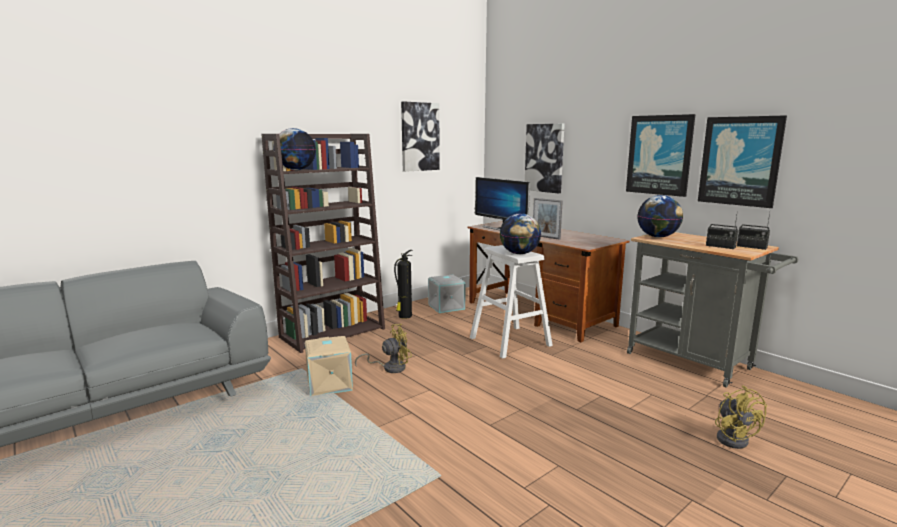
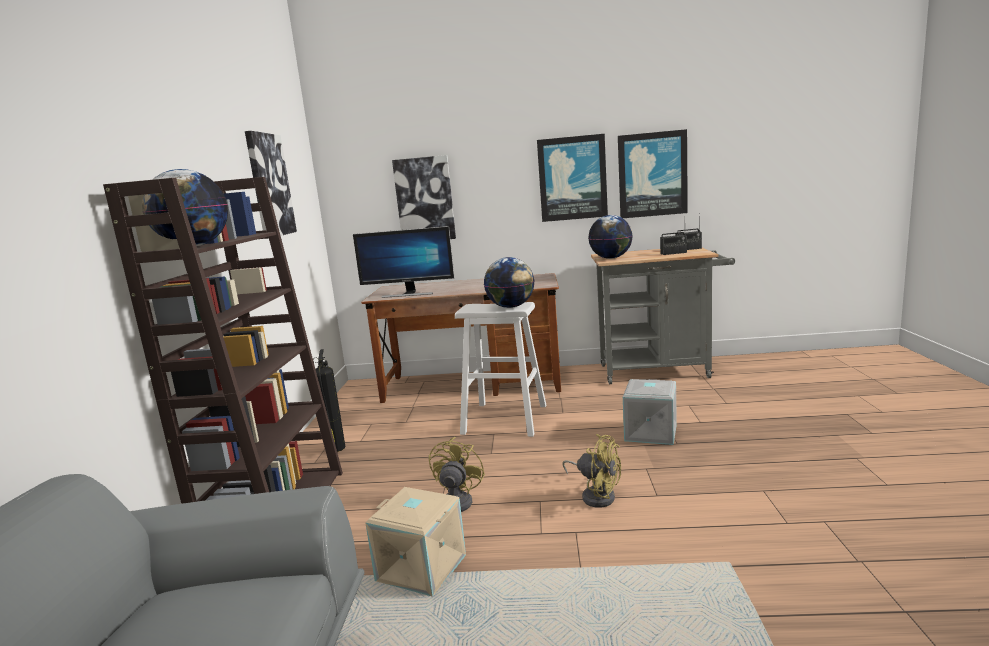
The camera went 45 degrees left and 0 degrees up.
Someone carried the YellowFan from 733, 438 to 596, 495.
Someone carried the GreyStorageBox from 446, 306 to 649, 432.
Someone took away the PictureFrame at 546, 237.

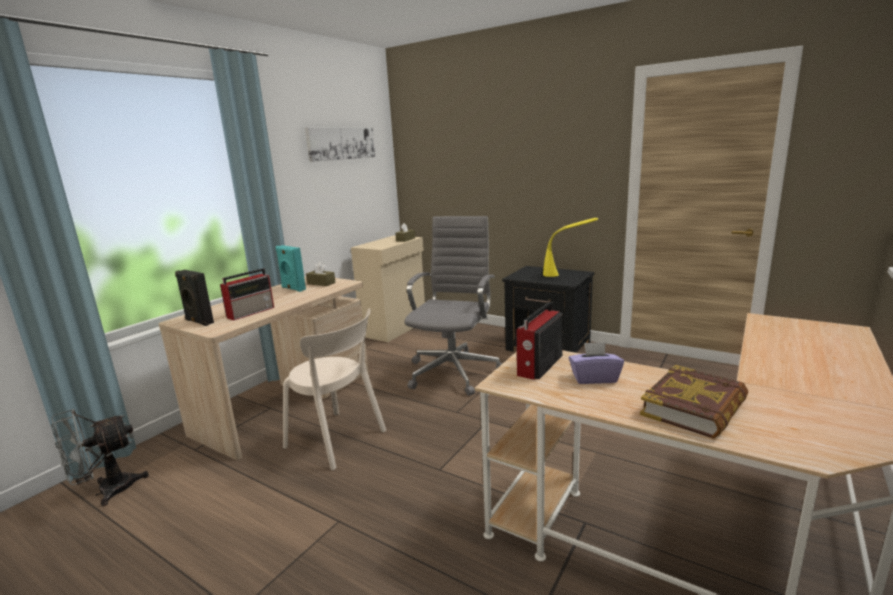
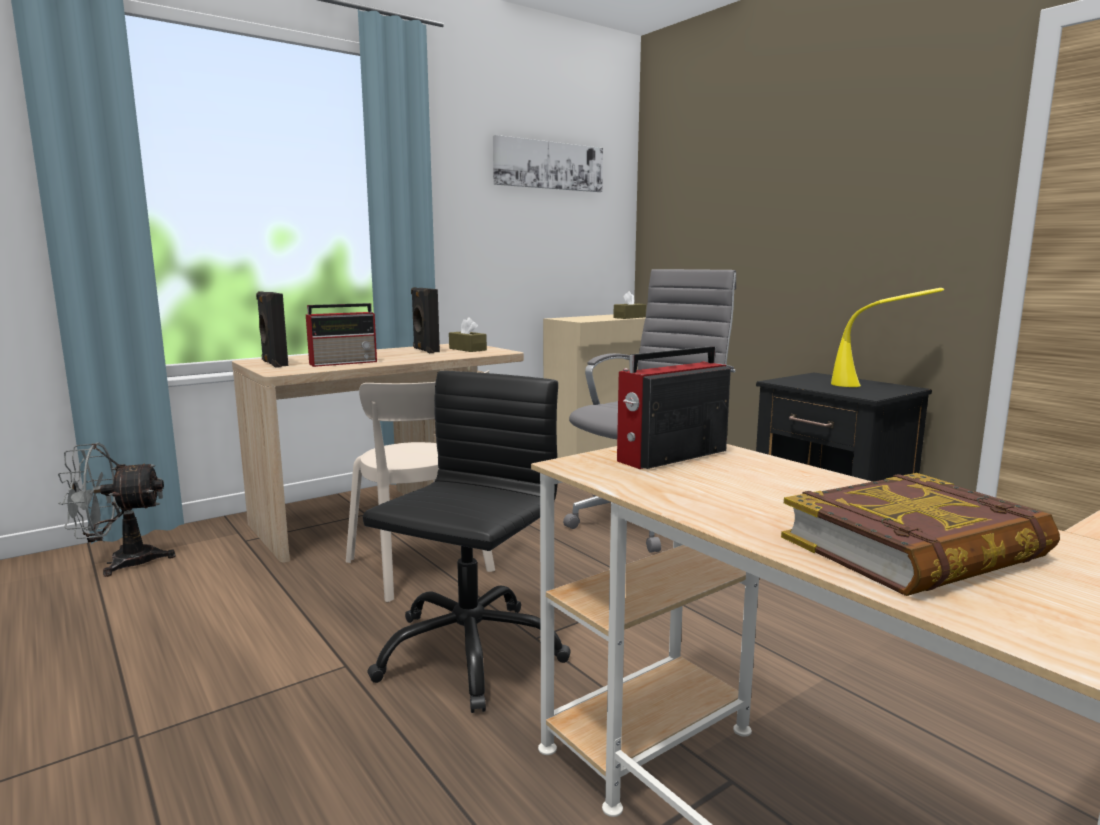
The camera went 20 degrees right and 5 degrees down.
Someone put down the BlackOfficeChair at 469, 652.
Someone repainted the TurquoiseSpeaker at 293, 289, which became the BlackSpeaker at 425, 350.
Someone took away the PurpleTissueBox at 594, 378.

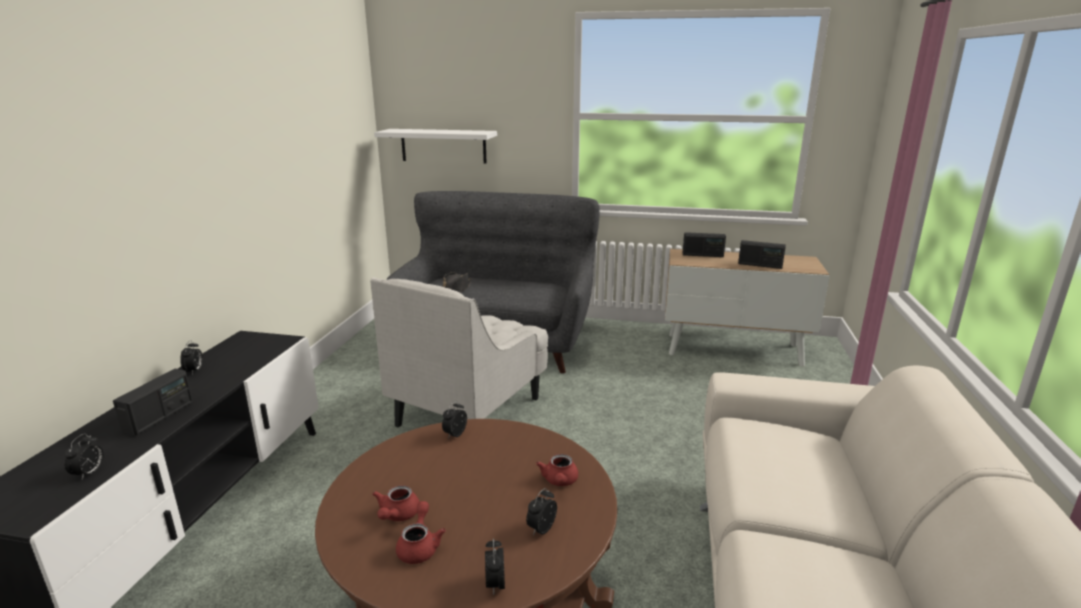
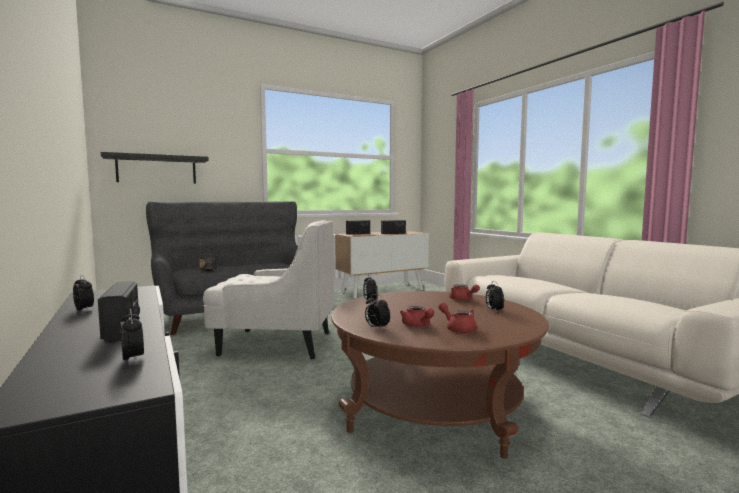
The camera went 40 degrees left and 15 degrees down.
Someone repainted the WhiteShelf at 443, 146, which became the BlackShelf at 157, 170.
Someone rotated the WhiteArmchair at 470, 411 by 75 degrees counterclockwise.
Someone carried the AlarmClock from 495, 584 to 376, 328.

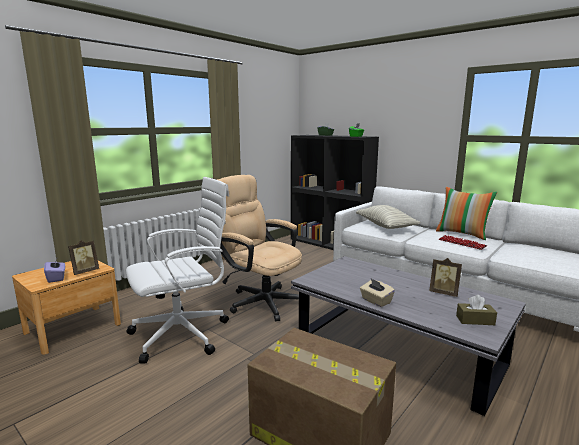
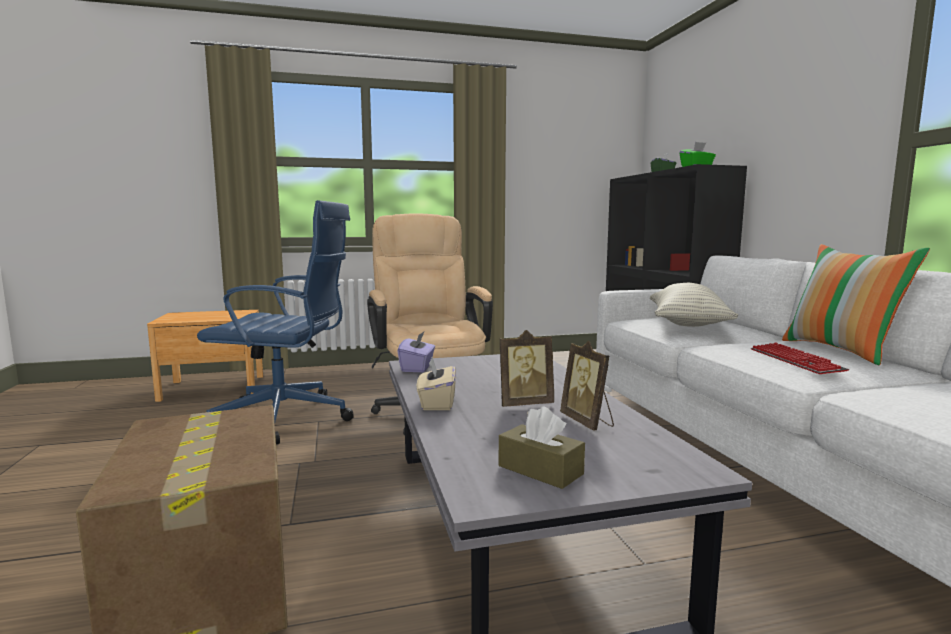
The camera went 35 degrees right and 5 degrees down.
Someone repainted the WhiteOfficeChair at 183, 334, which became the BlueOfficeChair at 286, 419.
Someone carried the PurpleTissueBox from 56, 278 to 417, 367.
Someone carried the PictureFrame from 85, 271 to 524, 404.

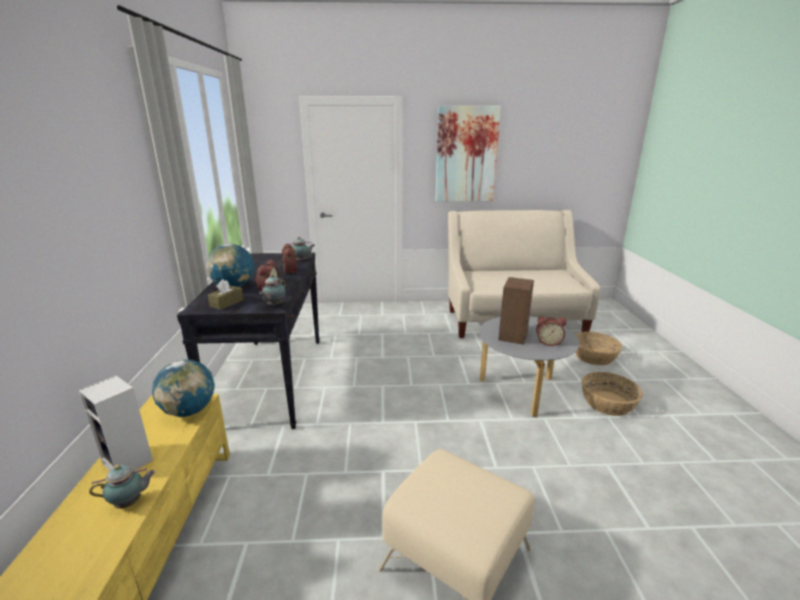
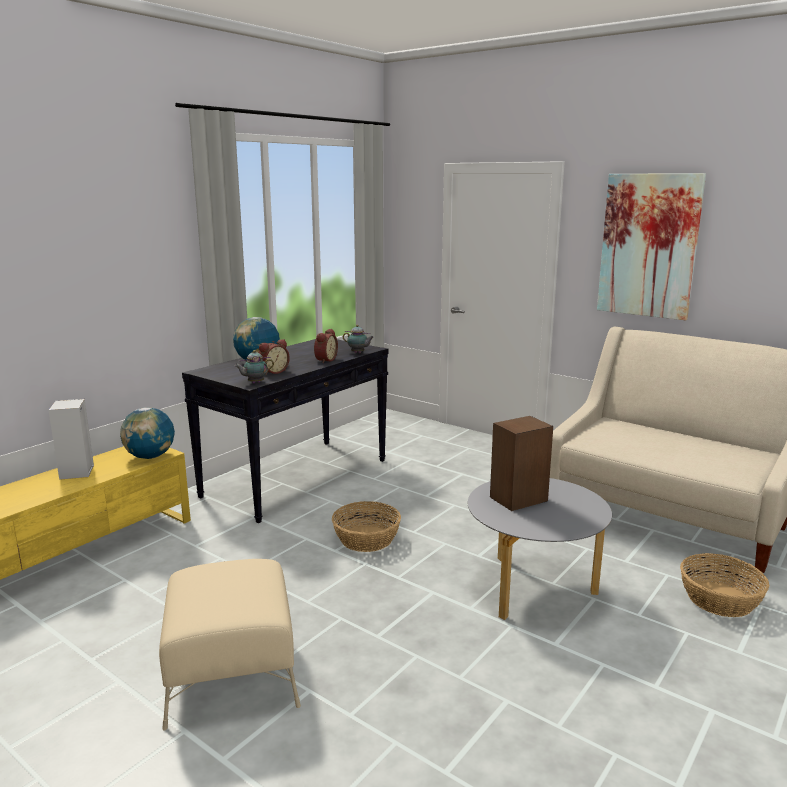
The camera went 40 degrees right and 5 degrees down.
Someone carried the Basket from 608, 403 to 366, 539.
Someone took away the Teapot at 130, 502.
Someone took away the BrownTissueBox at 227, 303.
Someone took away the AlarmClock at 548, 342.

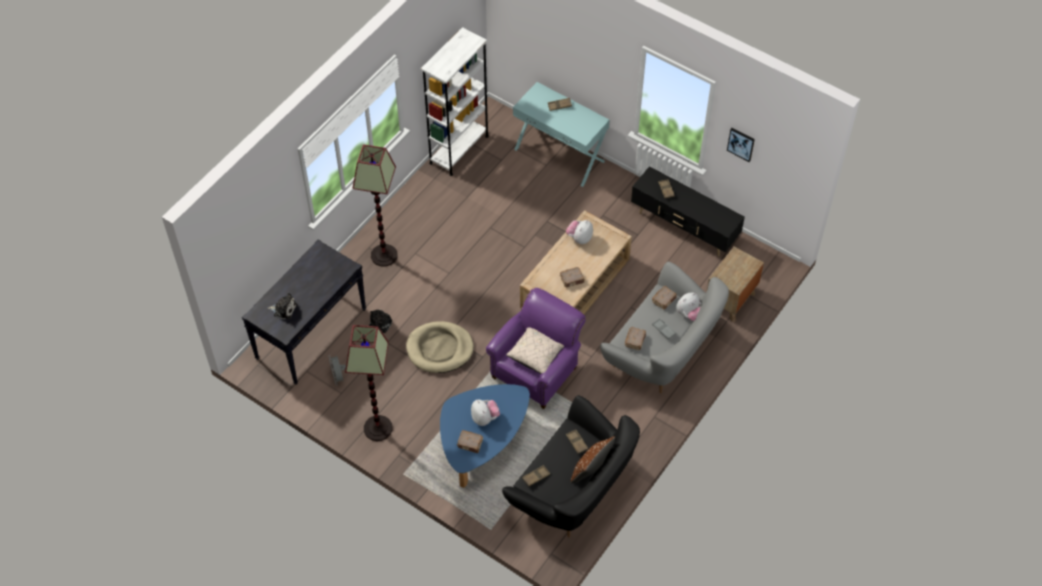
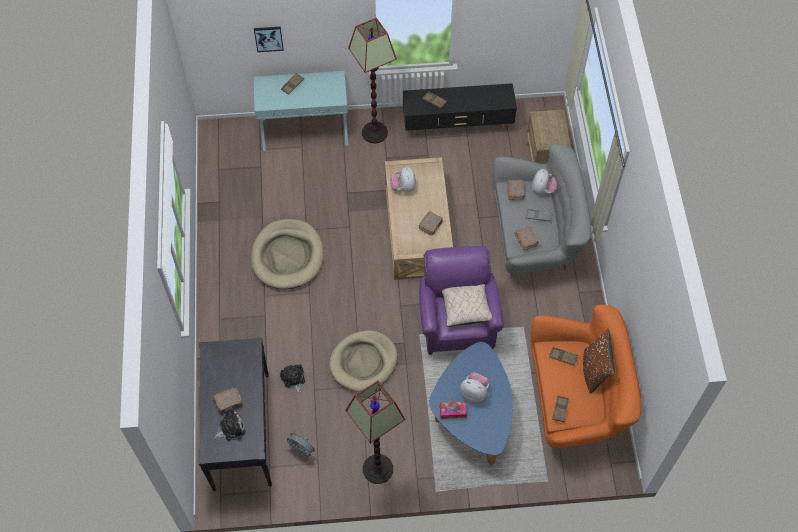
The camera went 40 degrees left and 5 degrees up.
Someone carried the BrownBook from 470, 444 to 229, 402.
Someone put down the BeigeDogBed at 287, 256.
Someone carried the Picture from 741, 144 to 268, 38.
Someone carried the FloorLamp from 384, 255 to 374, 132.
Someone put down the TissueBox at 453, 411.
Someone repainted the BlackSofa at 572, 490, which became the OrangeSofa at 577, 398.
Someone took away the WhiteBookcase at 459, 149.

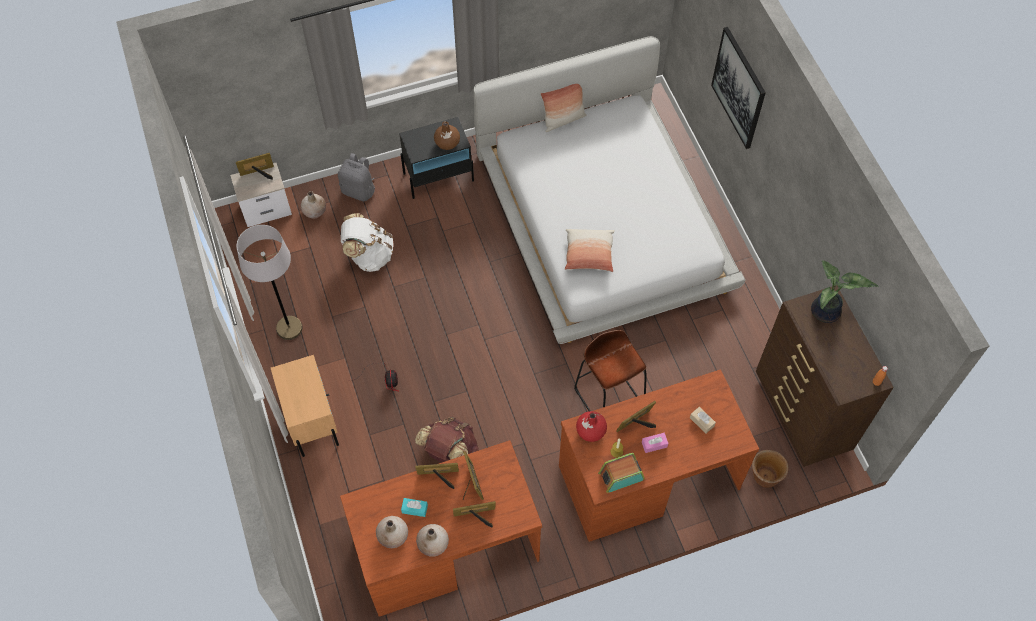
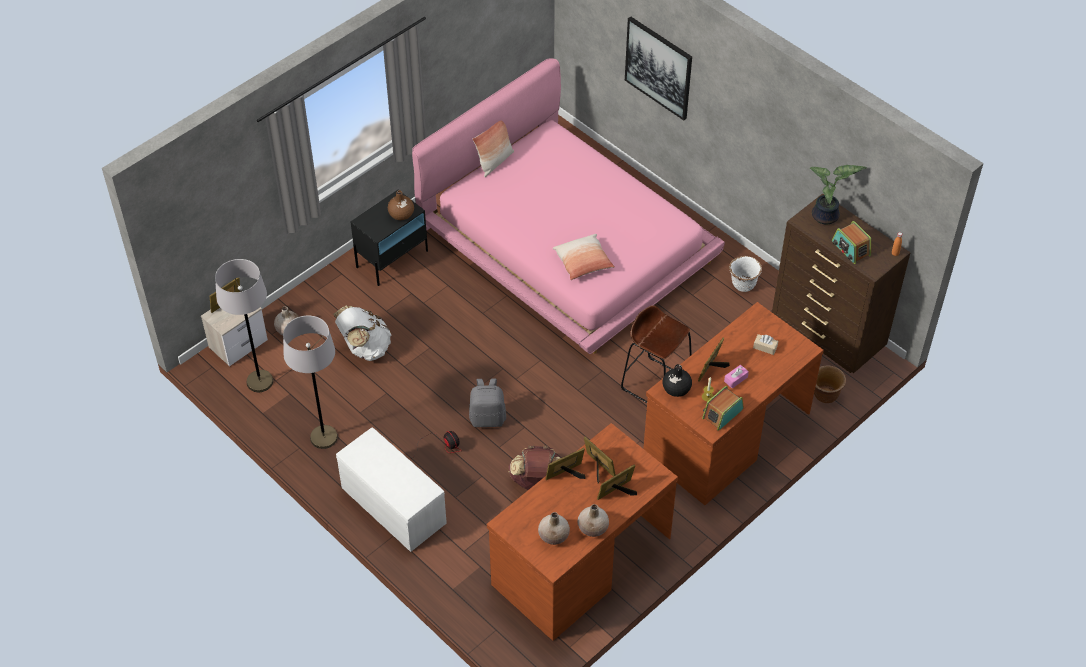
The camera went 25 degrees left and 10 degrees down.
Someone put down the GreyFloorLamp at 260, 382.
Someone swapped the BeigeNightstand at 311, 419 for the WhiteBench at 392, 505.
Someone repainted the WhiteBed at 602, 219, which became the PinkBed at 566, 241.
Someone carried the GreyBackpack from 359, 190 to 488, 418.
Someone repainted the RedVase at 590, 431, which became the BlackVase at 676, 389.
Someone put down the WhitePlanter at 743, 285.
Someone put down the Radio at 850, 249.
Someone took away the TurquoiseTissueBox at 414, 509.

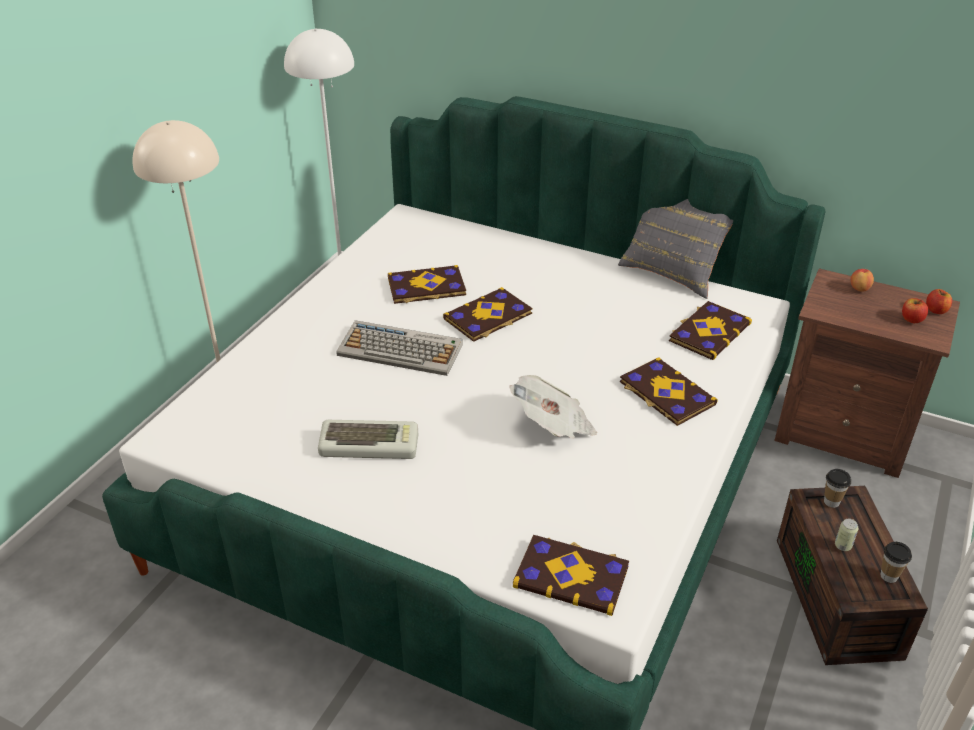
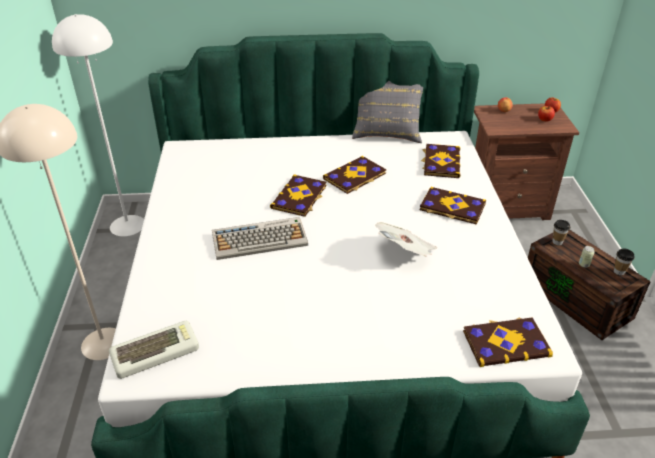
The camera went 30 degrees left and 0 degrees up.
Someone carried the Keyboard from 370, 444 to 156, 352.
Someone carried the Book from 426, 287 to 355, 176.

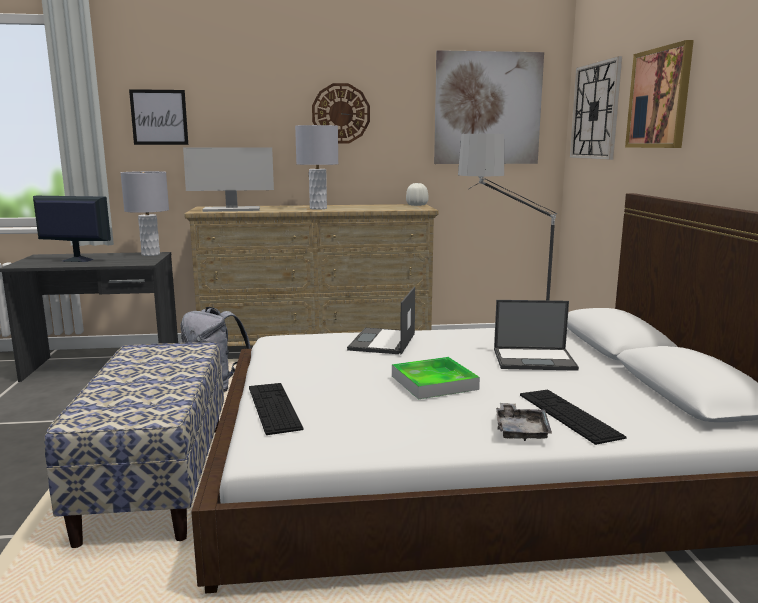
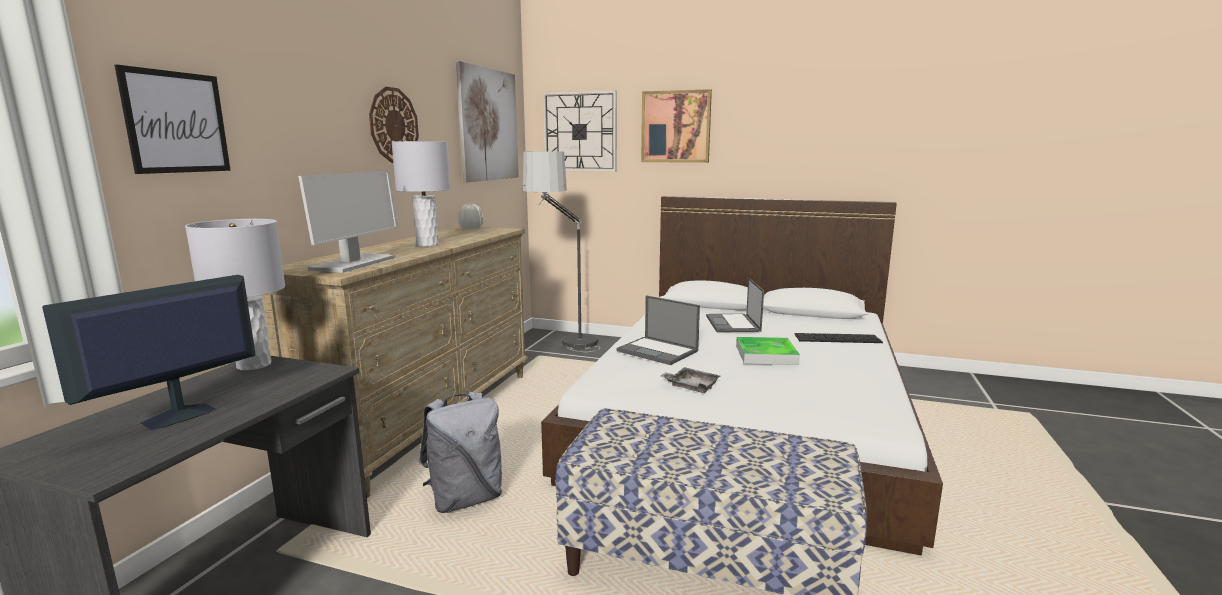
The camera went 65 degrees left and 0 degrees up.
Someone carried the GreyTray from 521, 430 to 691, 386.
Someone rotated the Laptop at 535, 359 by 150 degrees clockwise.
Someone took away the Keyboard at 274, 407.

